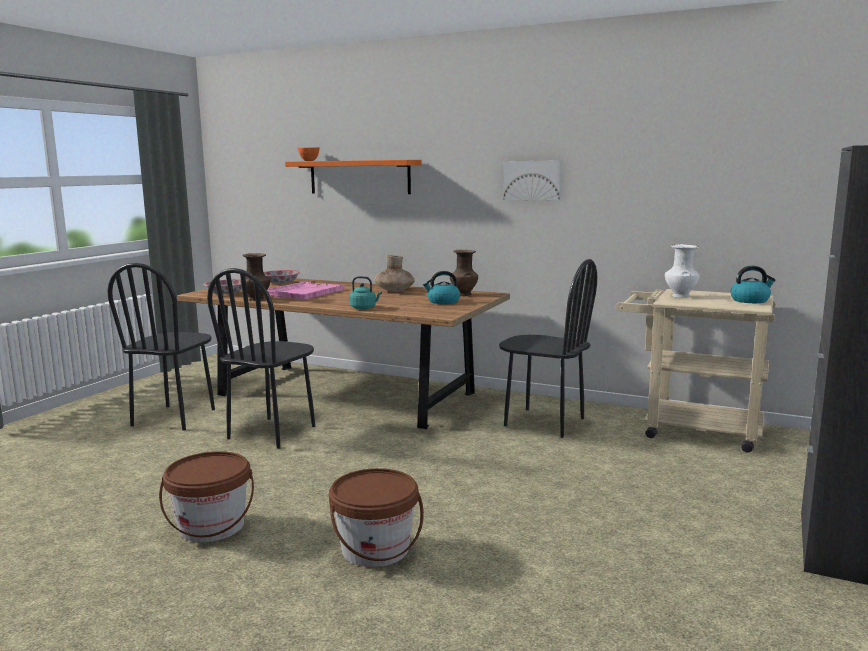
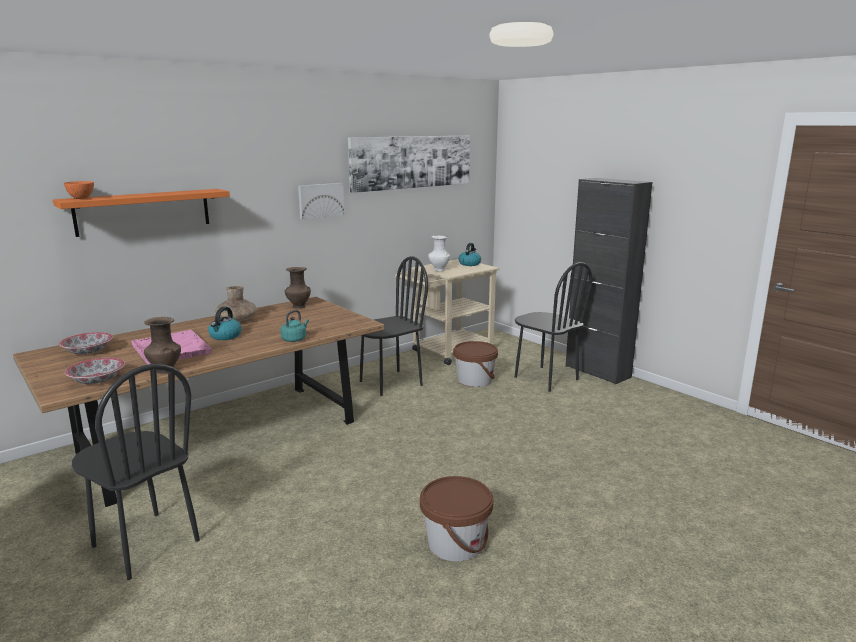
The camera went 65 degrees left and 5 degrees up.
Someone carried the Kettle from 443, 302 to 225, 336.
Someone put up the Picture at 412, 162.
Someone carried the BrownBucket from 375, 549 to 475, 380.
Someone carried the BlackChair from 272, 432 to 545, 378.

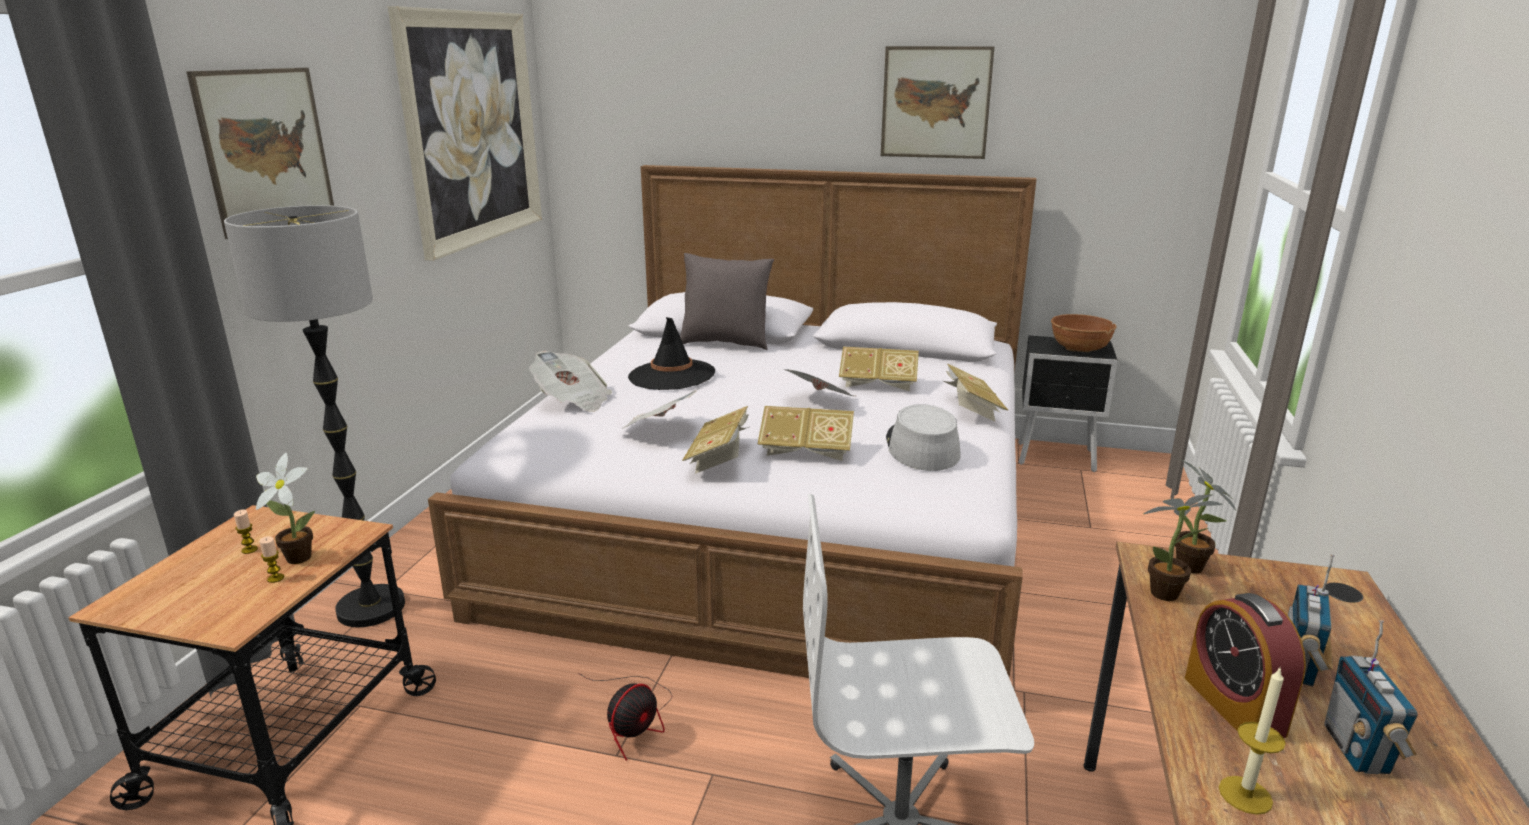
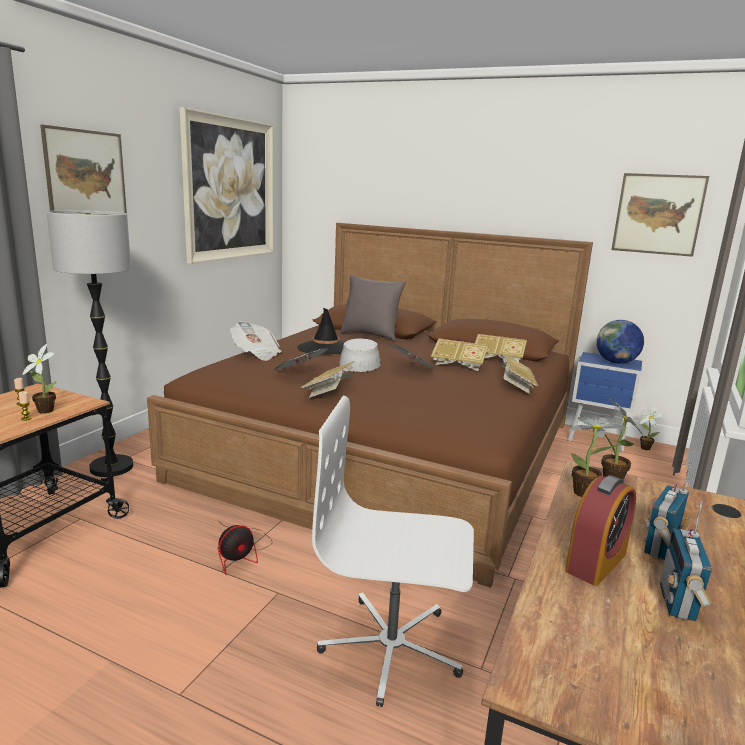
The camera went 10 degrees right and 5 degrees down.
Someone repainted the WhiteBed at 778, 514, which became the BrownBed at 387, 449.
Someone carried the GreyHat from 921, 447 to 360, 362.
Someone carried the Book from 806, 451 to 498, 359.
Someone rotated the AlarmClock at 1233, 705 by 135 degrees counterclockwise.
Someone repainted the BlackNightstand at 1058, 458, which became the BlueNightstand at 598, 440.
Someone swapped the BrownBowl at 1079, 349 for the Globe at 616, 362.
Someone carried the Picture from 935, 102 to 658, 214.
Someone put down the PottedPlant at 644, 447.
Someone took away the Candle at 1245, 795.

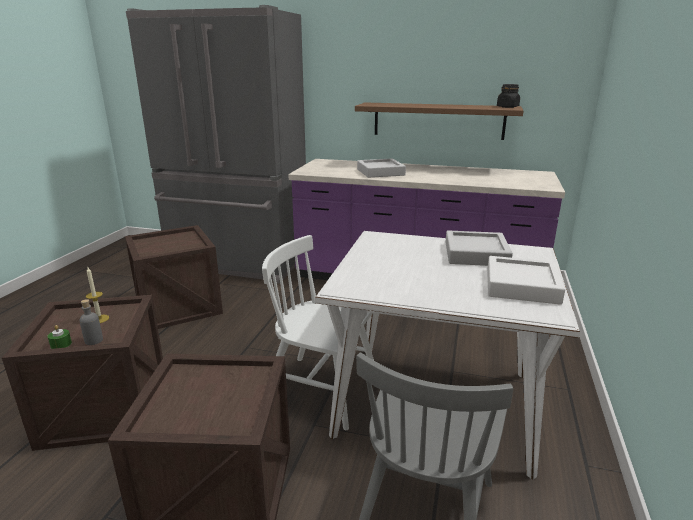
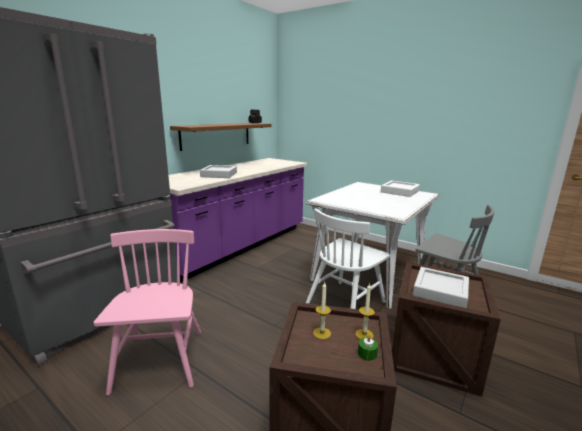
The camera went 70 degrees left and 5 degrees down.
Someone swapped the Crate at 178, 306 for the PinkChair at 160, 360.
Someone swapped the GreyBottle at 94, 340 for the Candle at 364, 334.
Someone carried the GreyTray from 476, 254 to 440, 291.

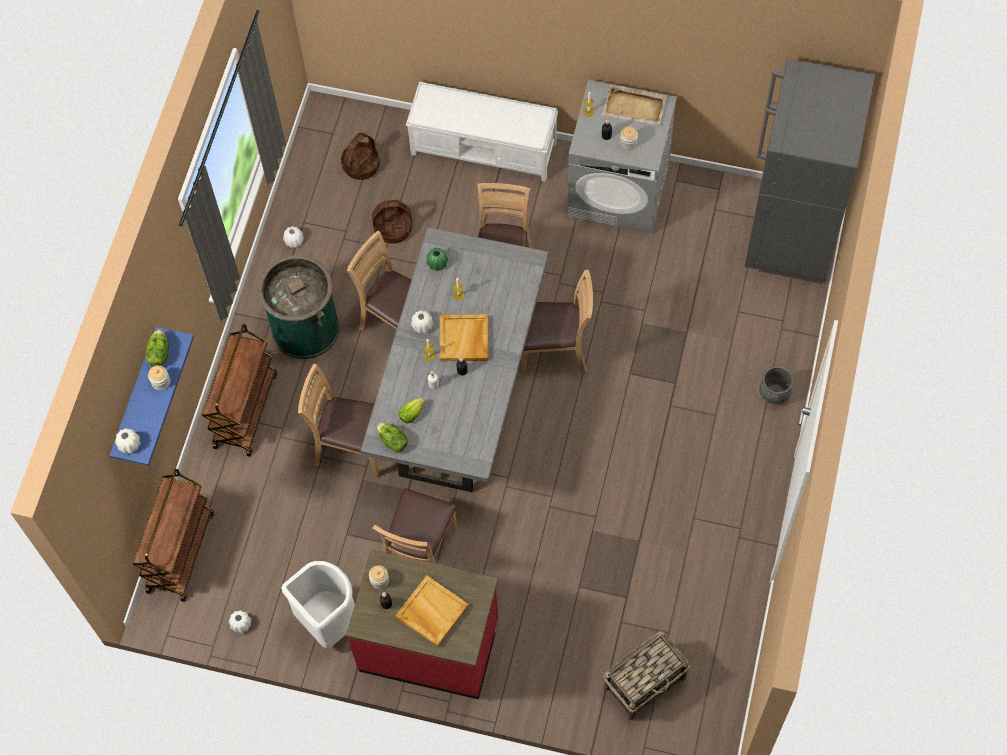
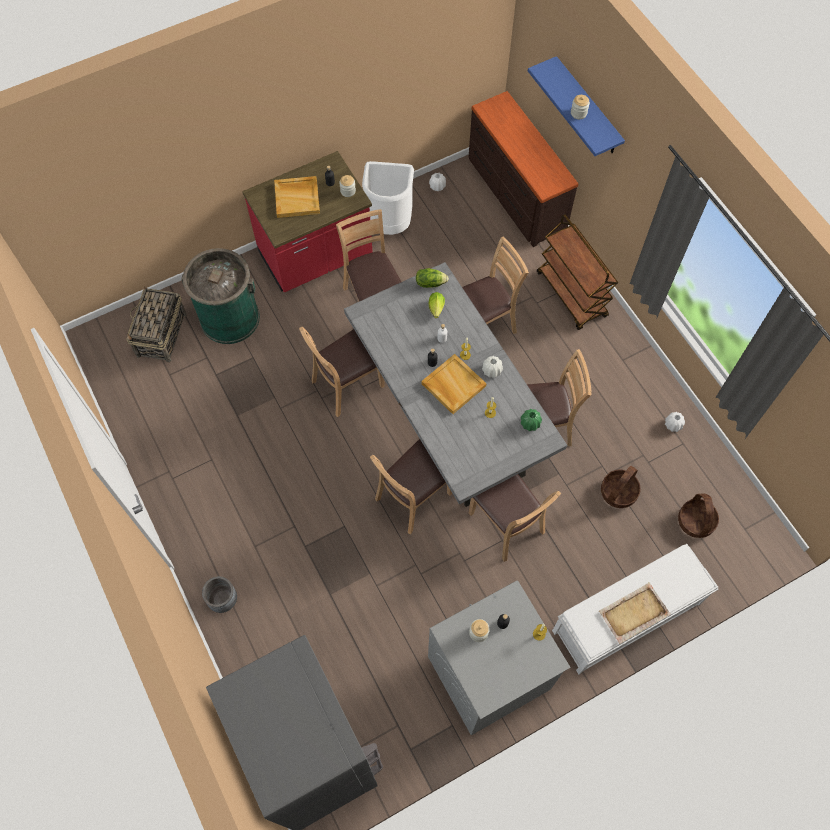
The camera went 135 degrees right and 0 degrees up.
Someone carried the GreenTrashCan from 305, 328 to 230, 318.
Someone put down the BrownChair at 347, 385.
Someone swapped the BrownCart at 180, 551 for the BrownDresser at 515, 194.
Someone carried the BeigeTray from 635, 107 to 633, 613.
Someone took away the WhiteVase at 129, 444.
Someone took away the Lettuce at 158, 354.

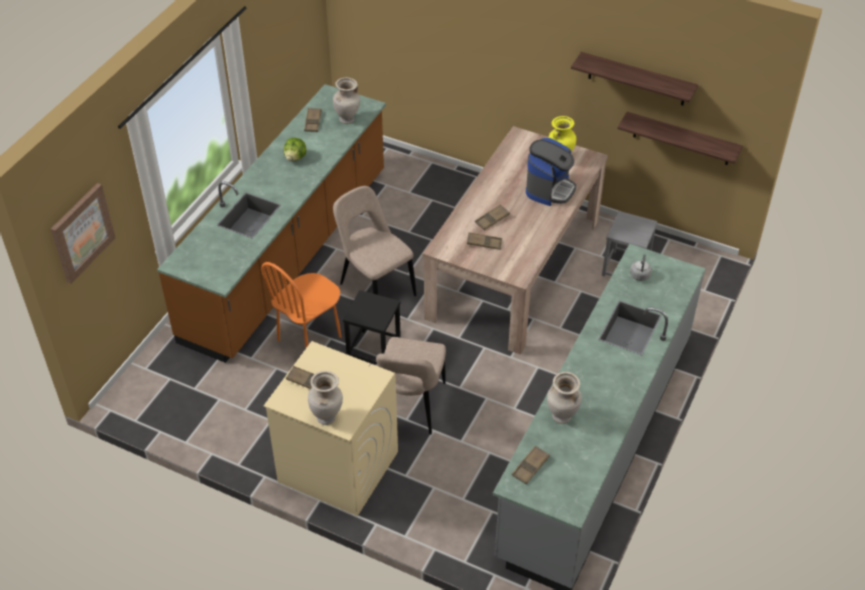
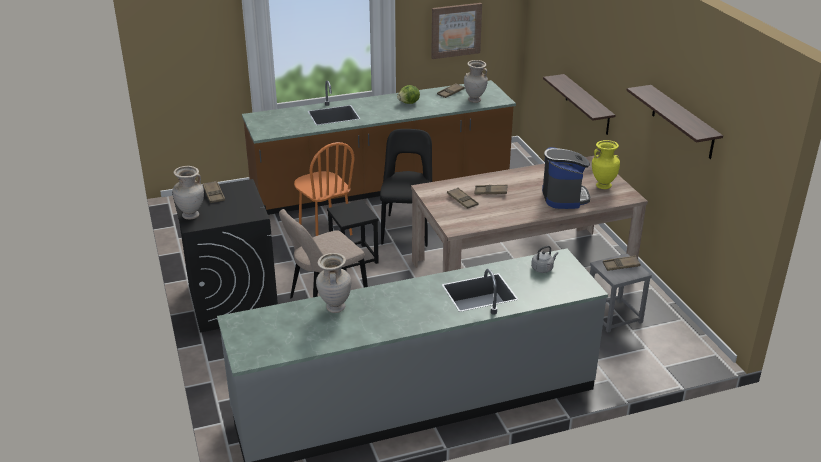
The camera went 45 degrees right and 15 degrees down.
Someone repainted the BeigeWashingMachine at 337, 466, which became the BlackWashingMachine at 232, 301.
Someone rotated the OrangeChair at 309, 339 by 120 degrees counterclockwise.
Someone repainted the BeigeChair at 375, 288, which became the BlackChair at 407, 229.
Someone carried the Picture from 82, 232 to 455, 30.
Someone rotated the CoffeeMachine at 549, 189 by 75 degrees counterclockwise.
Someone carried the Shelf from 682, 139 to 587, 105.
Someone carried the BrownTray from 530, 467 to 621, 265.

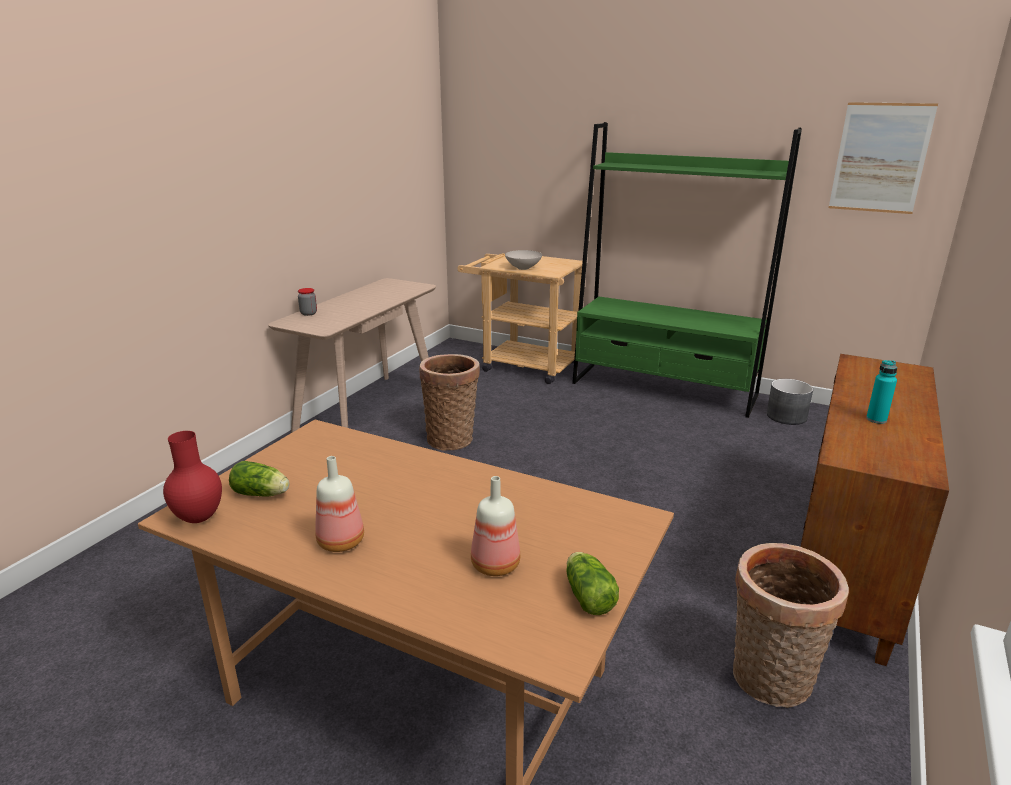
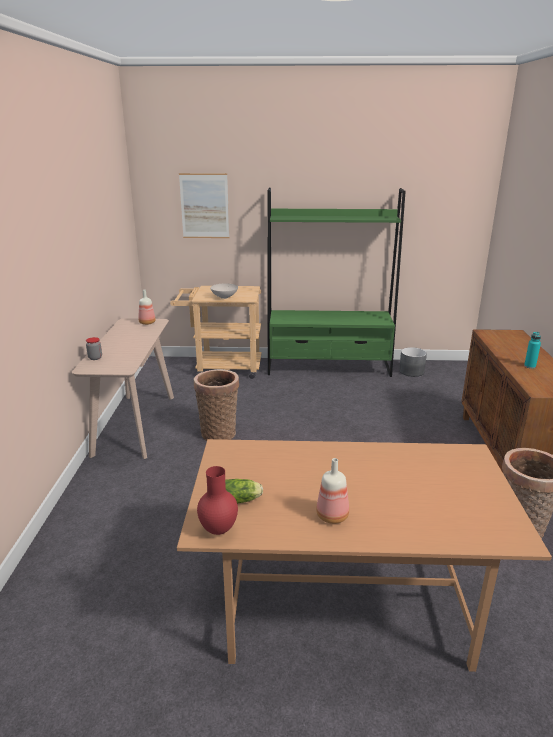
The camera went 25 degrees left and 0 degrees up.
Someone carried the Bottle from 494, 565 to 146, 323.
Someone carried the Picture from 880, 158 to 204, 206.
Someone took away the Lettuce at 587, 595.

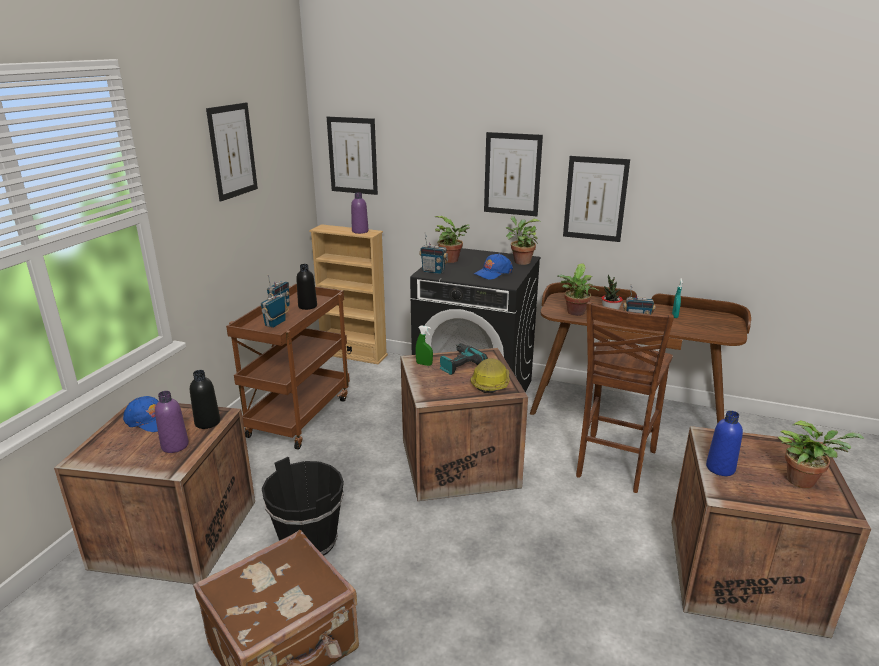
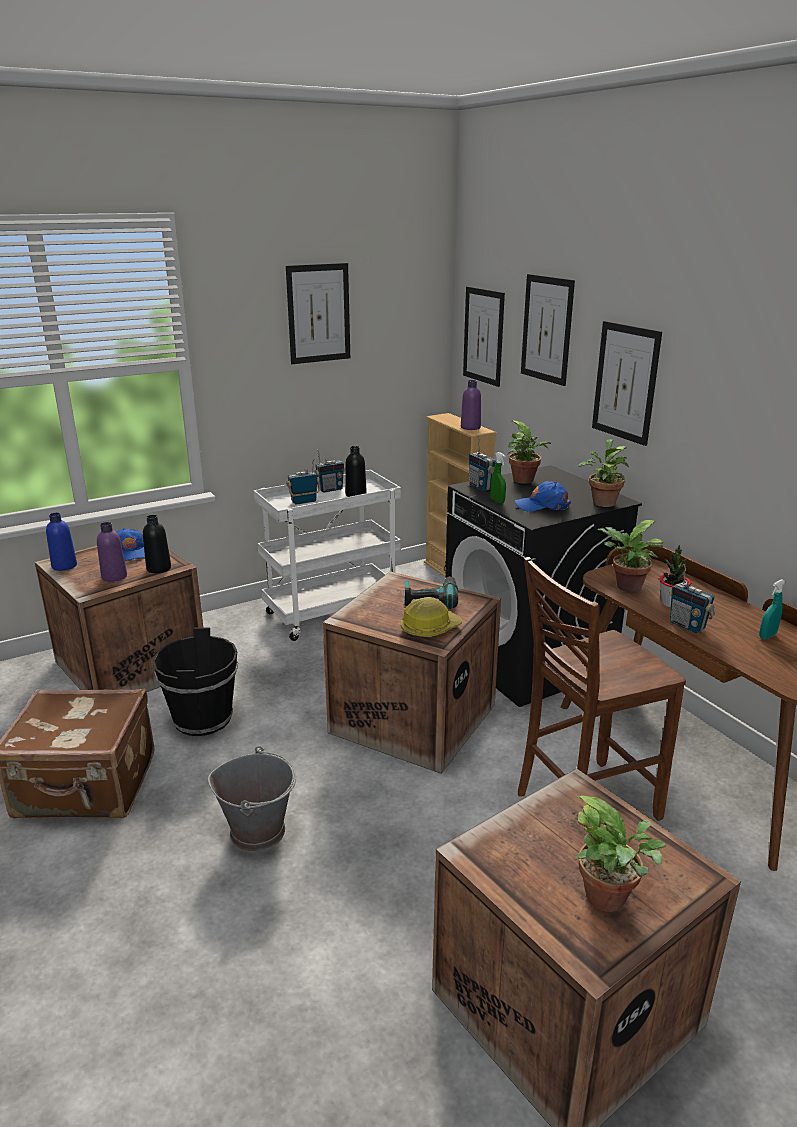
The camera went 40 degrees right and 0 degrees up.
Someone carried the BlueBottle from 720, 468 to 64, 566.
Someone put down the GreyBucket at 258, 831.
Someone repainted the BrownCart at 299, 415, which became the WhiteCart at 332, 612.
Someone carried the GreenSprayBottle from 424, 364 to 497, 501.
Someone carried the Picture from 595, 199 to 547, 329.

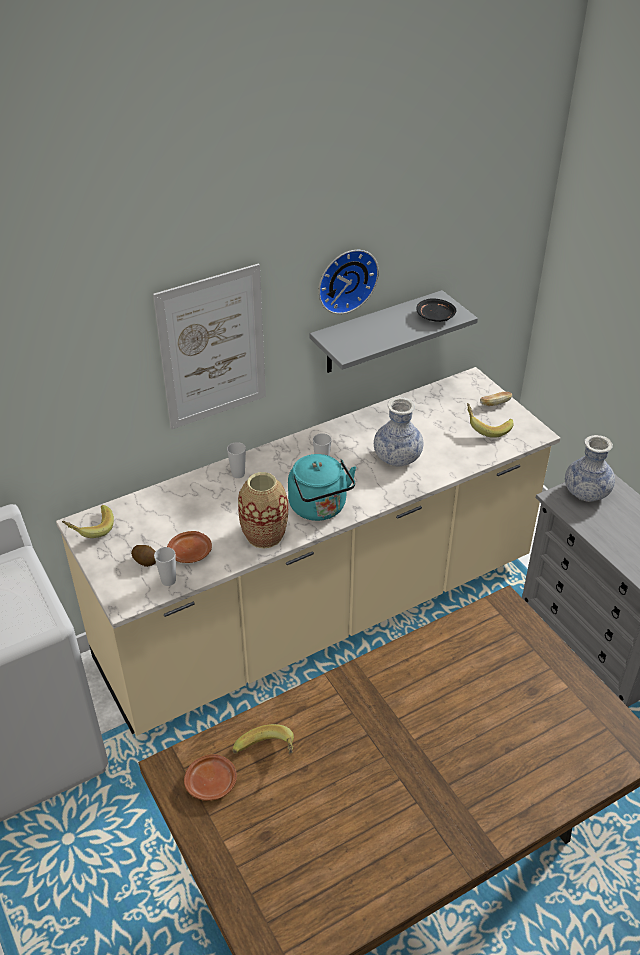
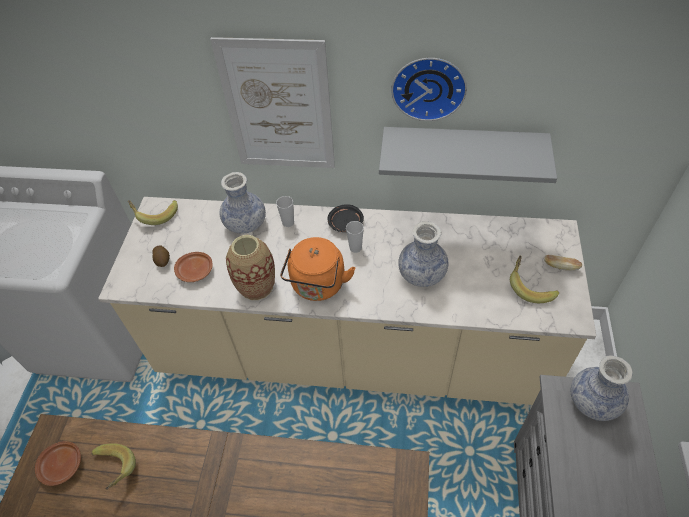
The camera went 40 degrees right and 10 degrees up.
Someone put down the Vase at 245, 224.
Someone repainted the TurquoiseKettle at 320, 508, which became the OrangeKettle at 318, 286.
Someone carried the BlackPlate from 435, 317 to 345, 223.
Someone took away the Cup at 168, 580.

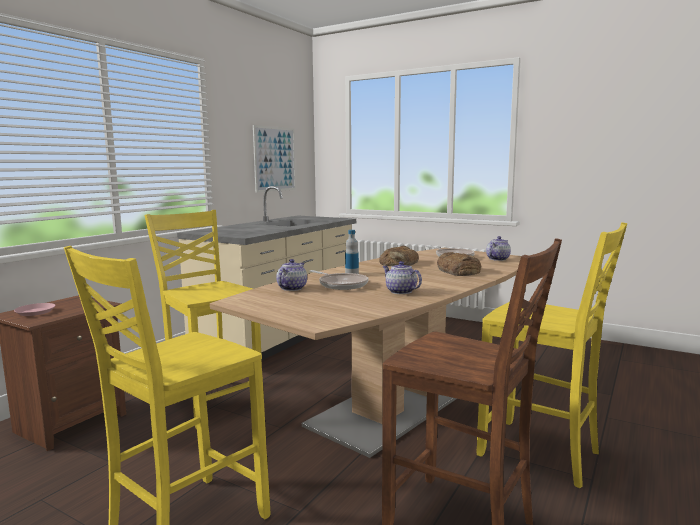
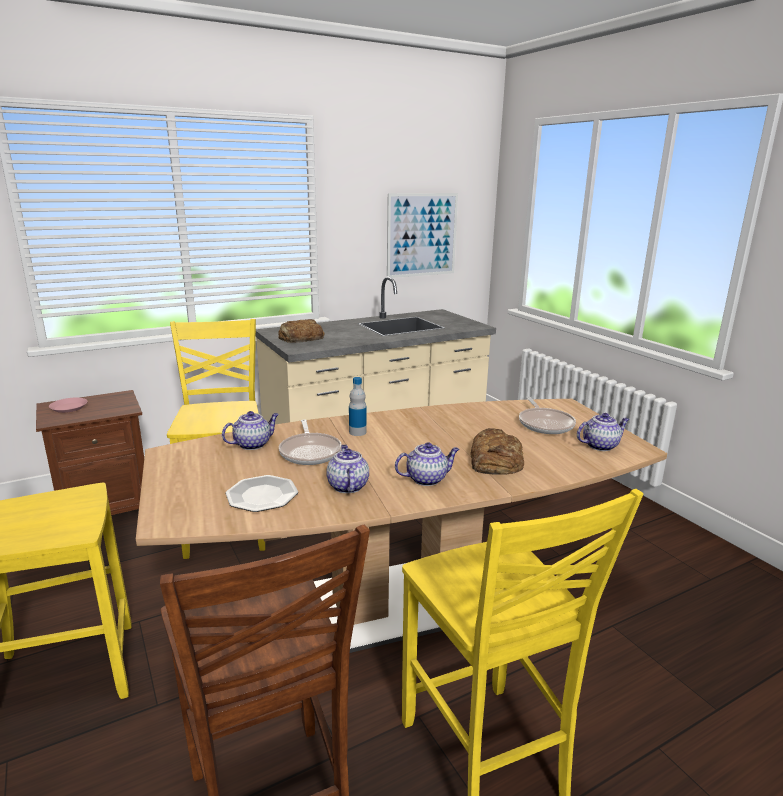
The camera went 30 degrees right and 10 degrees up.
Someone put down the Plate at 262, 495.
Someone carried the Bread from 399, 263 to 300, 337.
Someone put down the Teapot at 427, 479.

